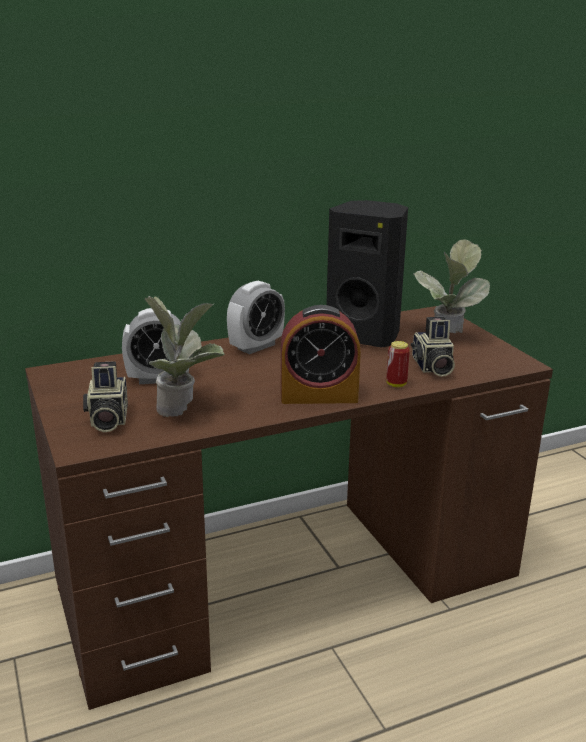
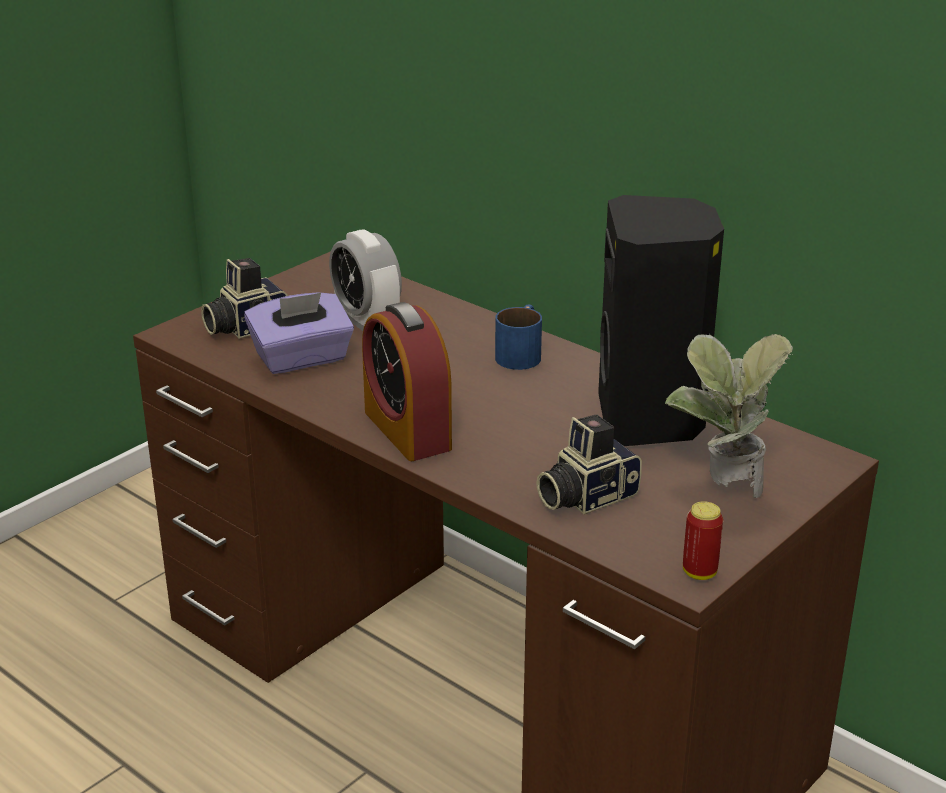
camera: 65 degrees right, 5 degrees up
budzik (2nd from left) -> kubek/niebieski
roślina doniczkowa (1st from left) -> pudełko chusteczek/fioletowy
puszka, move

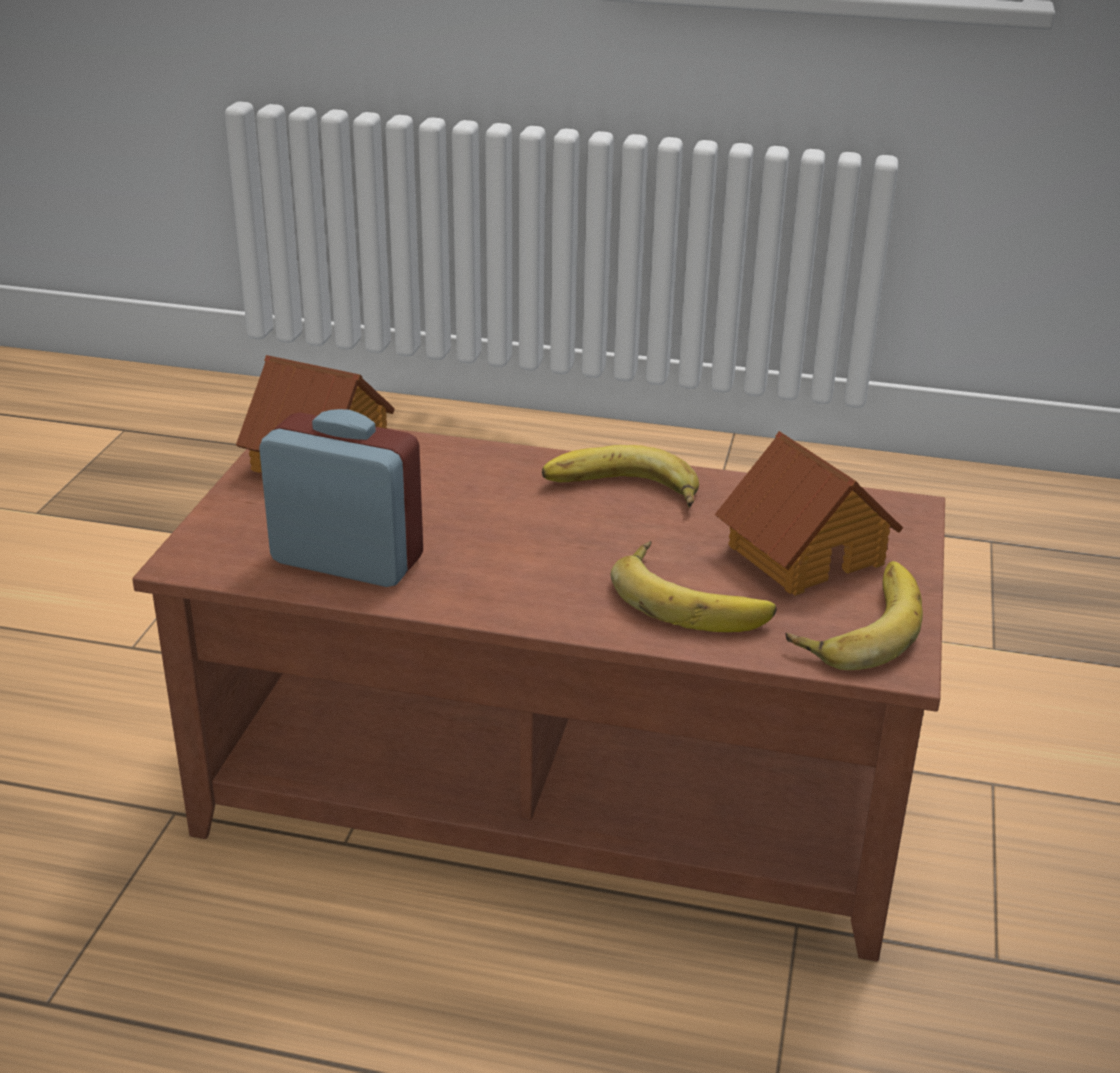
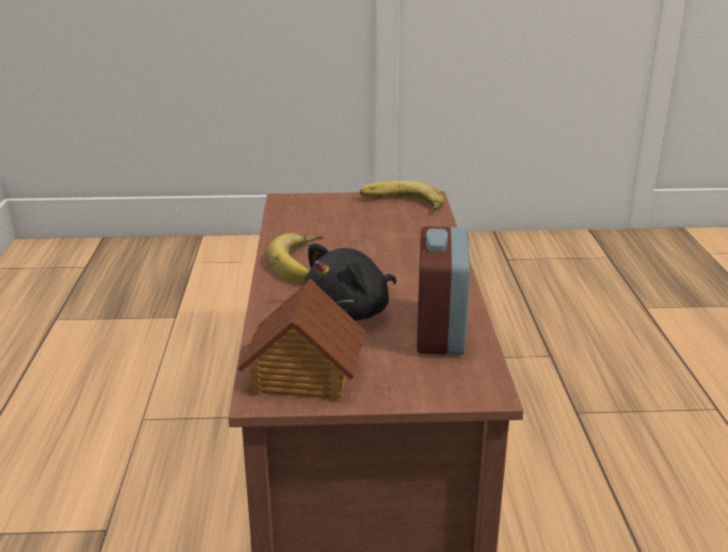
camera: 105 degrees left, 5 degrees down
domek (2nd from left) -> none
banan (2nd from left) -> none
none -> pluszak/czarny

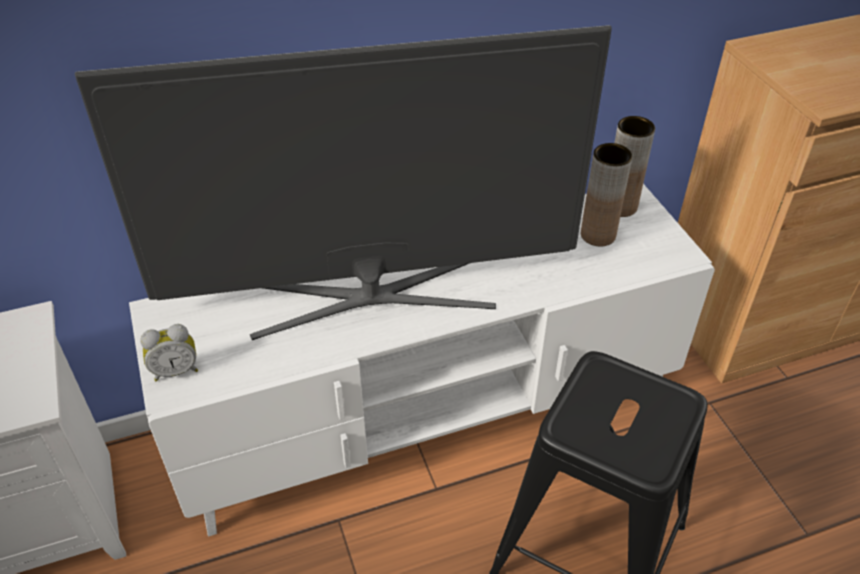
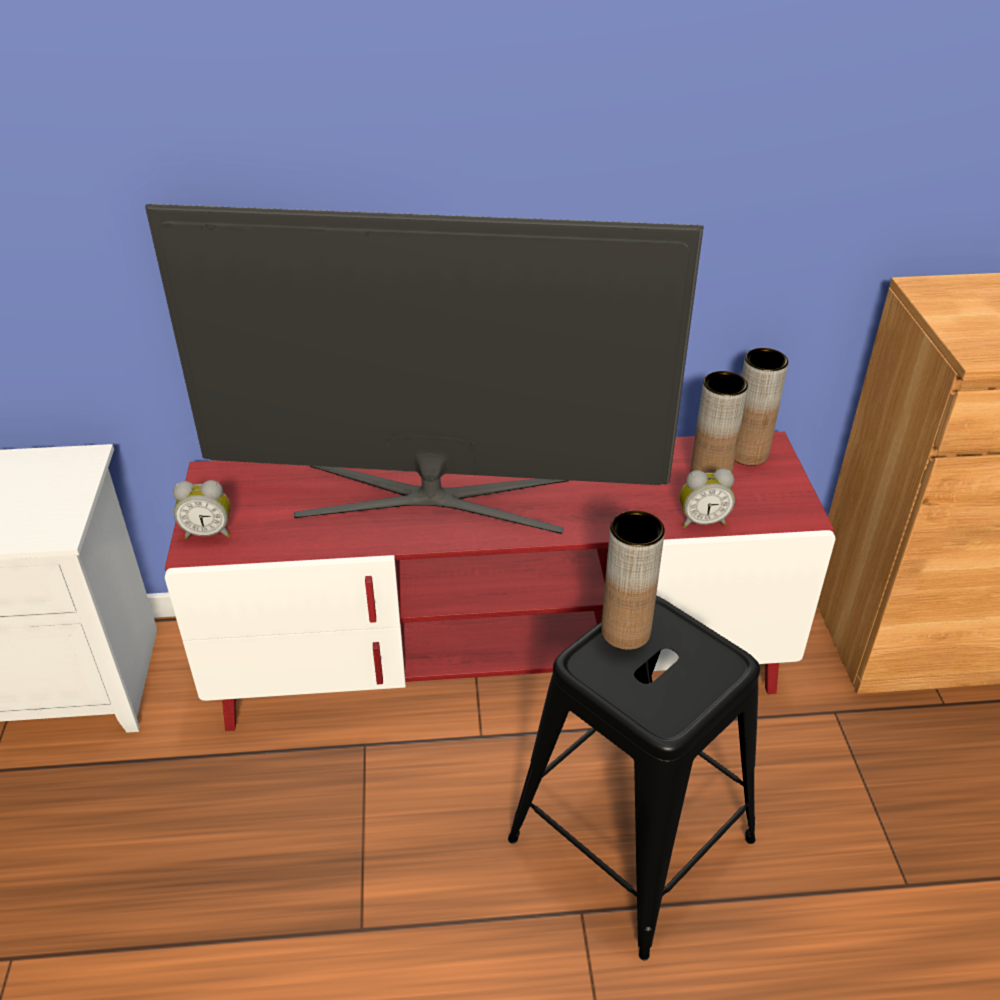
camera: 15 degrees right, 5 degrees down
szafka pod telewizor/biały -> szafka pod telewizor/czerwony
none -> budzik (2nd from left)
none -> wazon/brązowy (1st from left)

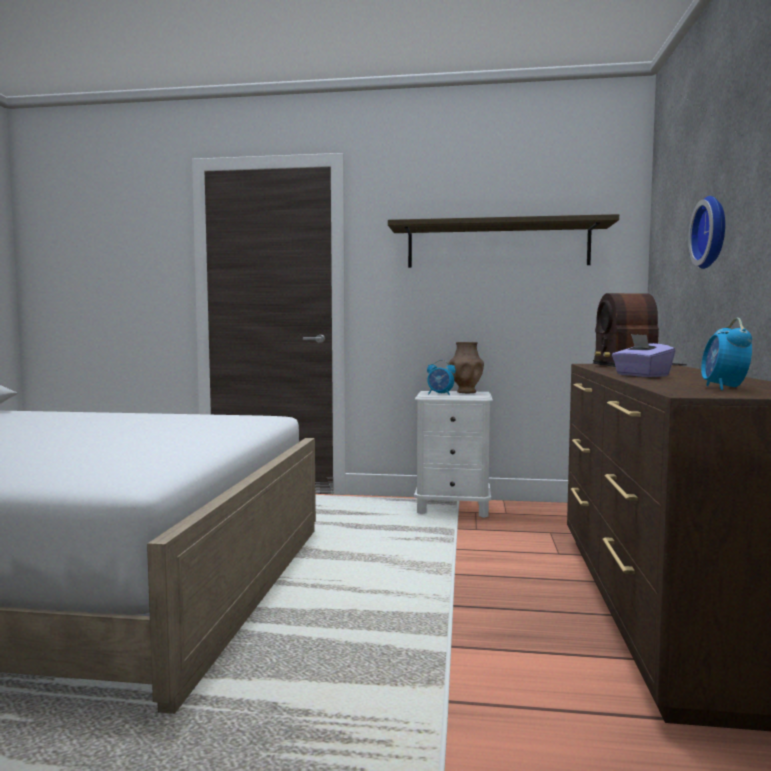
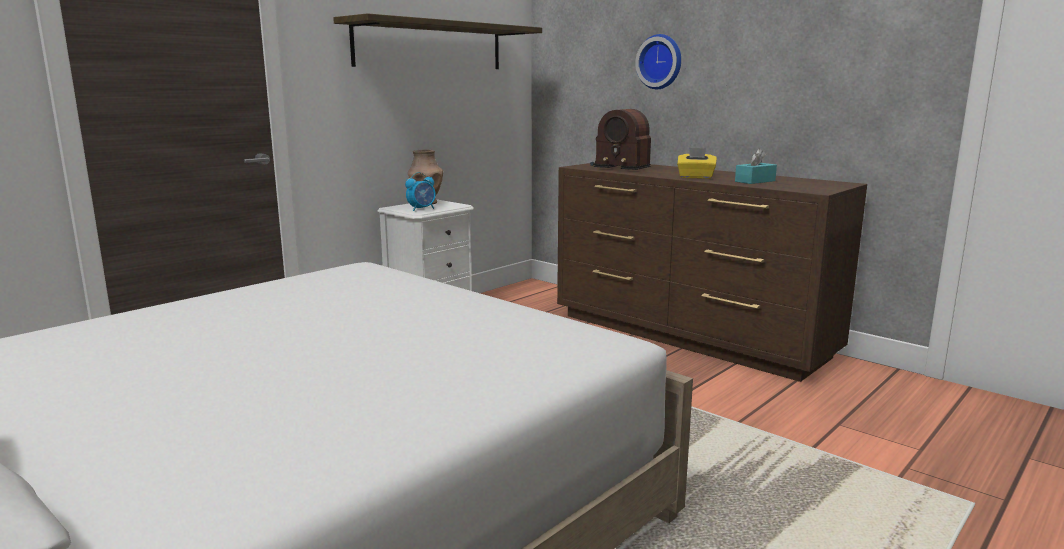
camera: 55 degrees left, 10 degrees up
budzik (2nd from left) -> none
pudełko chusteczek/fioletowy -> pudełko chusteczek/żółty
none -> pudełko chusteczek/turkusowy

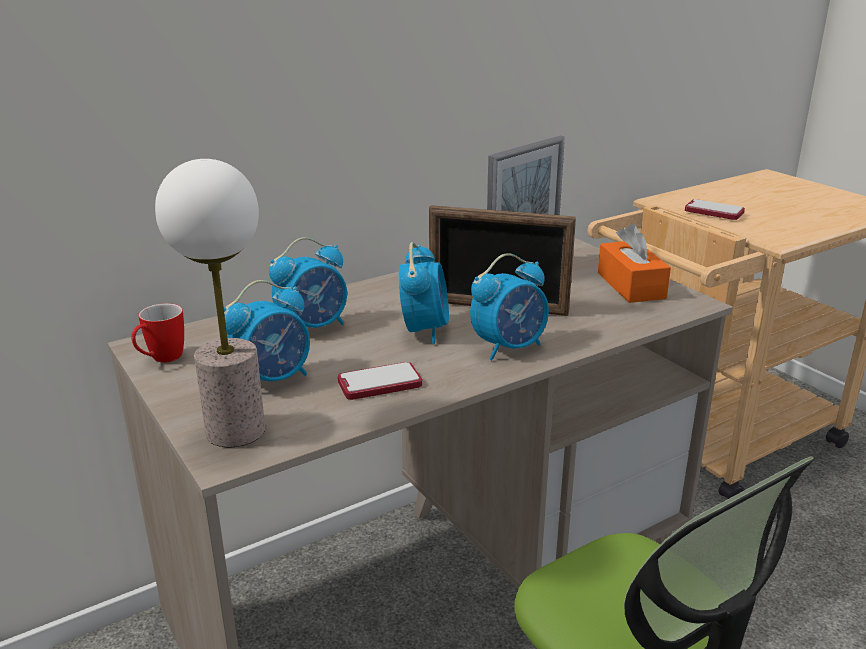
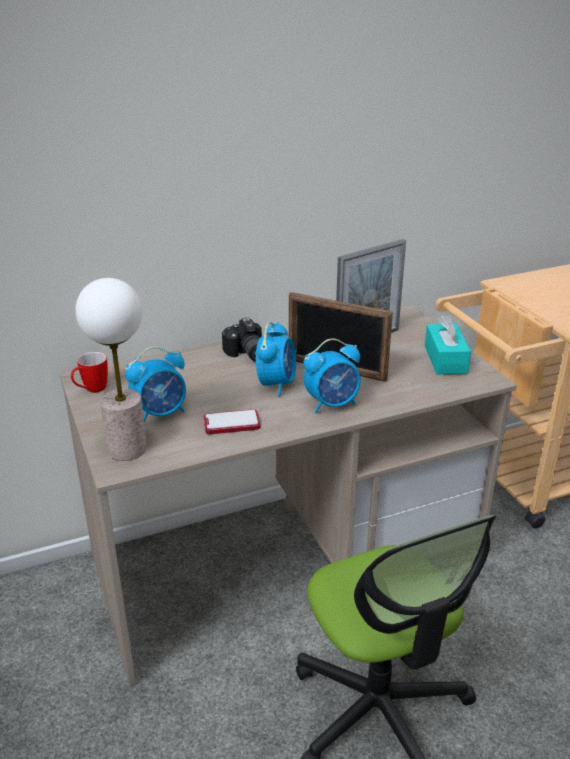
camera: 10 degrees right, 5 degrees up
telefon (2nd from left) -> none
pudełko chusteczek/pomarańczowy -> pudełko chusteczek/turkusowy
budzik (2nd from left) -> none
none -> aparat fotograficzny

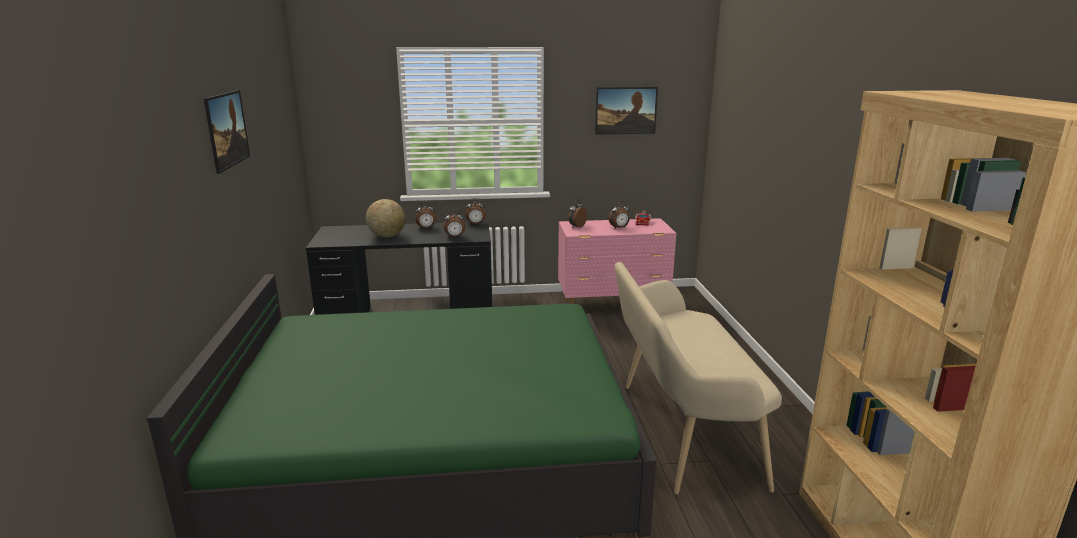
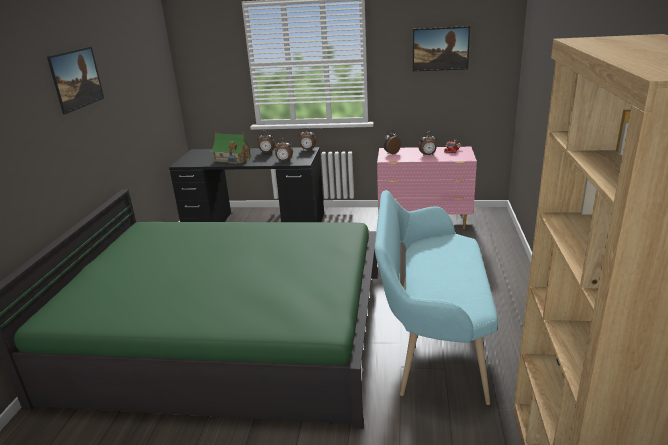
camera: 15 degrees right, 5 degrees up
globus -> domek
ławka/beżowy -> ławka/turkusowy

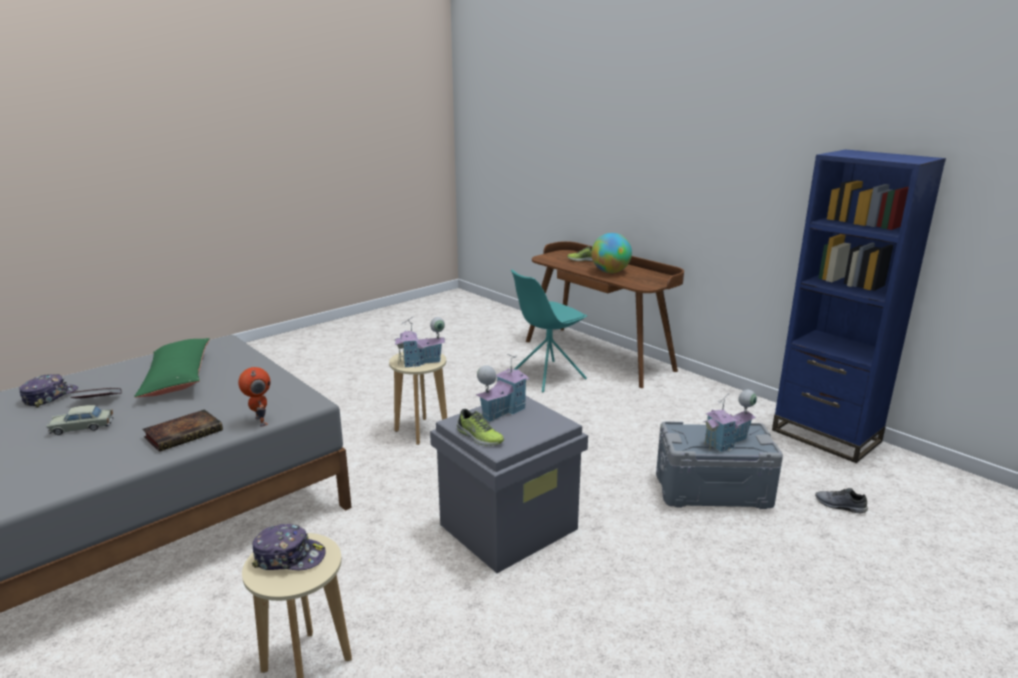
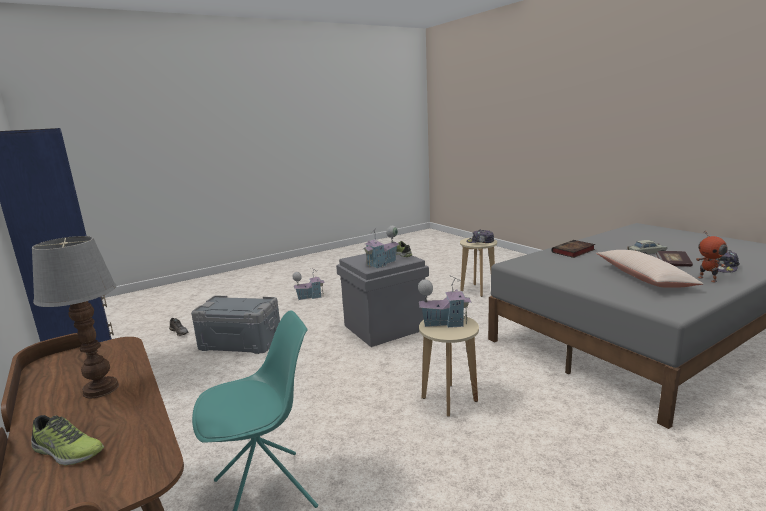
camera: 170 degrees left, 5 degrees down
globus -> lampa stołowa
poduszka/zielony -> poduszka/beżowy
robot zabawkowy, move
domek (3rd from left in the first image) -> domek (1st from left), move

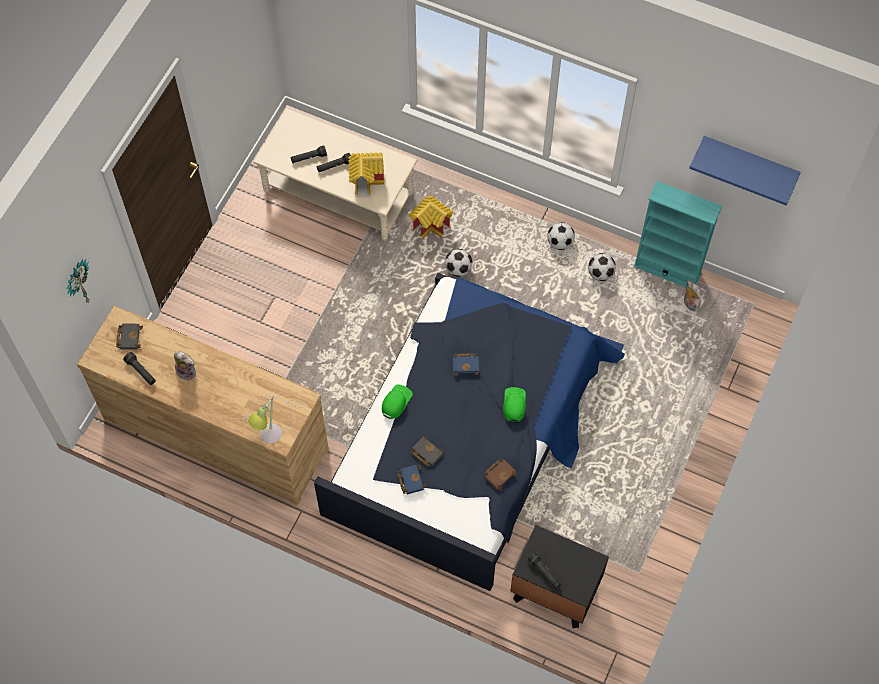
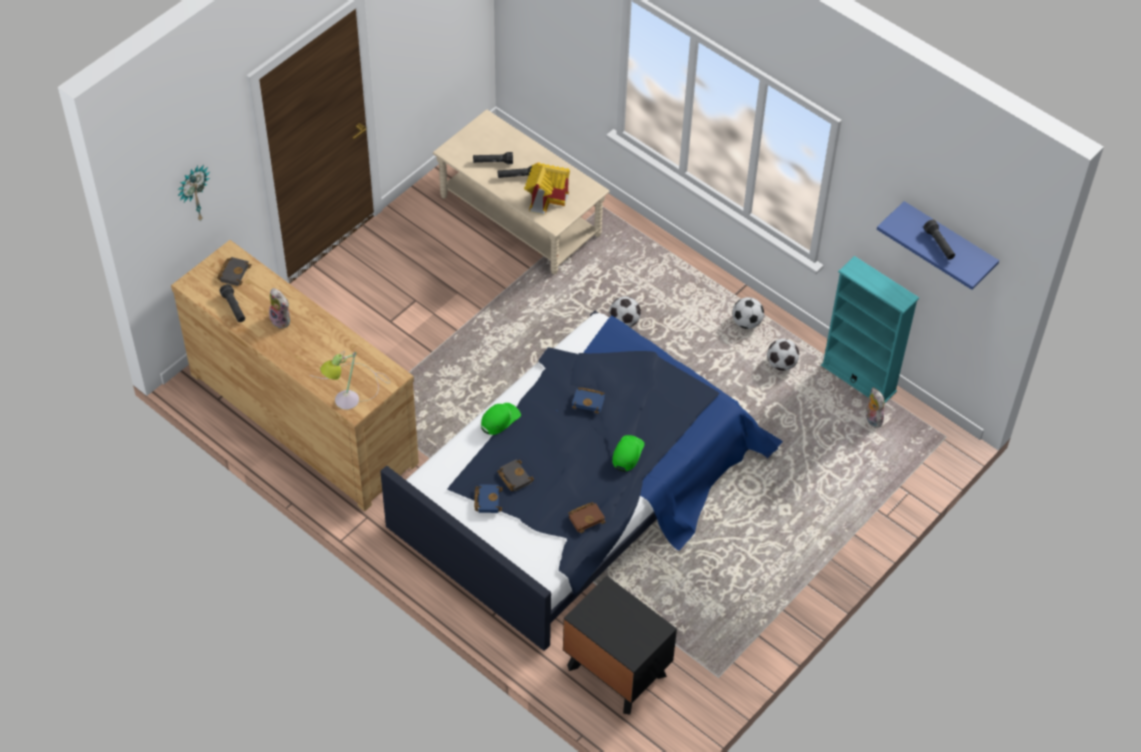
camera: 15 degrees right, 10 degrees down
domek (2nd from left) -> none
latarka/czarny (4th from left), move

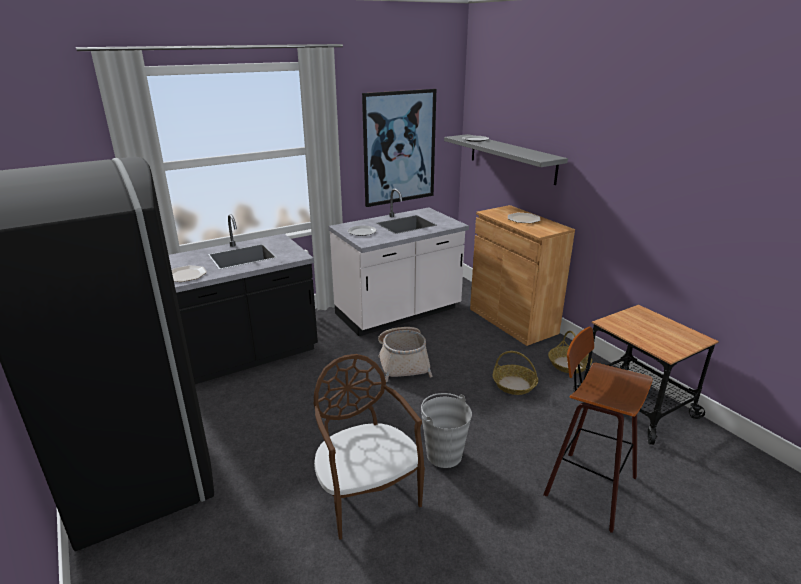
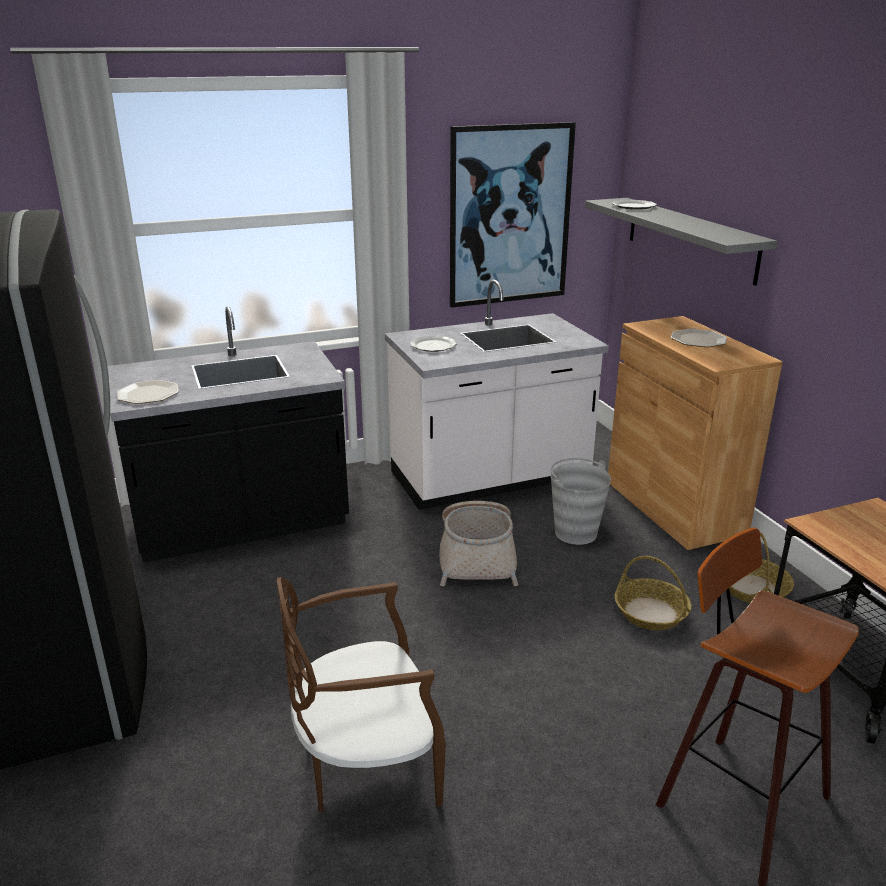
camera: 10 degrees right, 0 degrees up
krzesło/brązowy, 90 degrees counterclockwise
wiadro/szary, move

